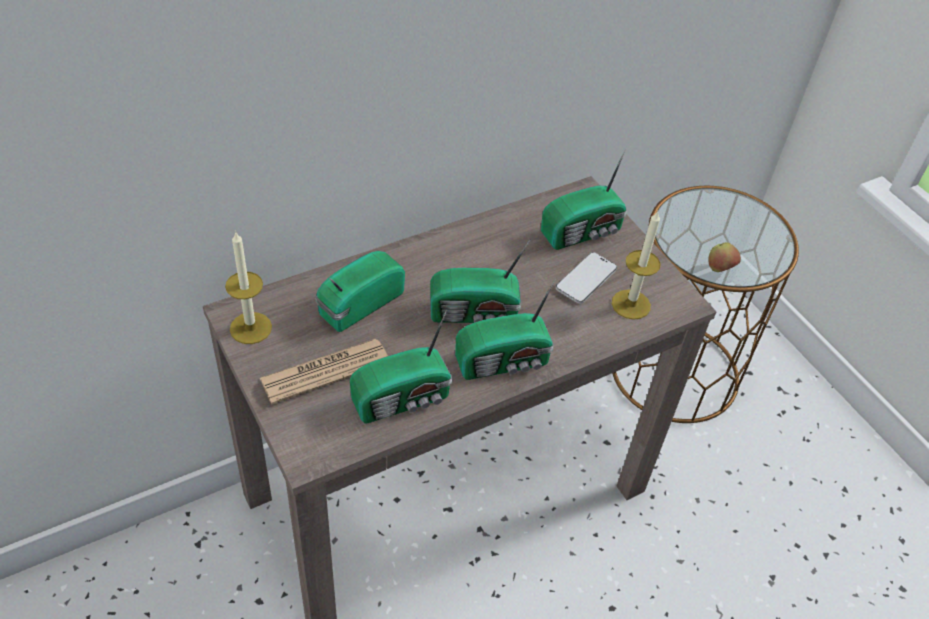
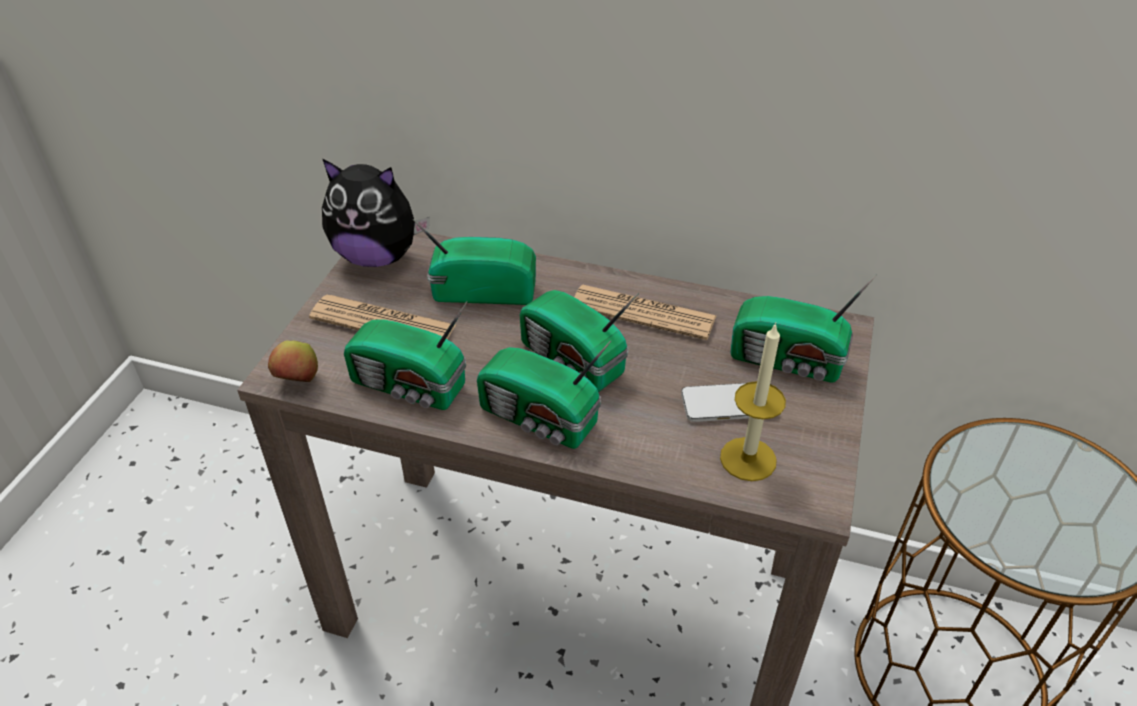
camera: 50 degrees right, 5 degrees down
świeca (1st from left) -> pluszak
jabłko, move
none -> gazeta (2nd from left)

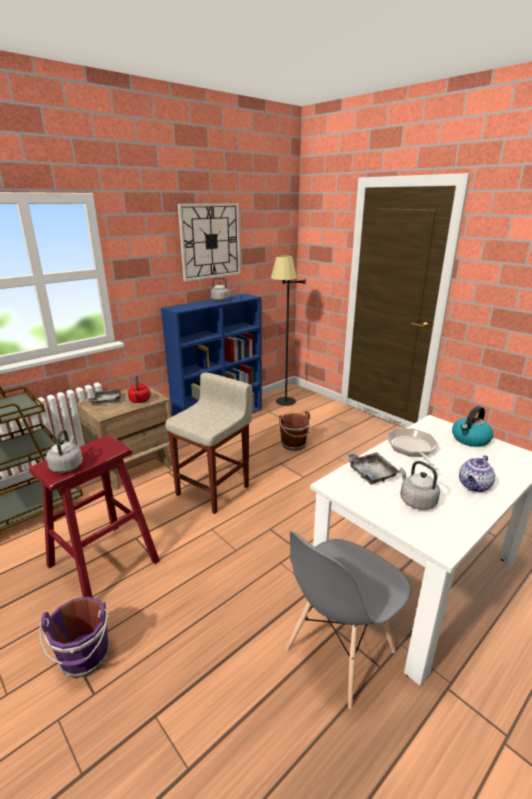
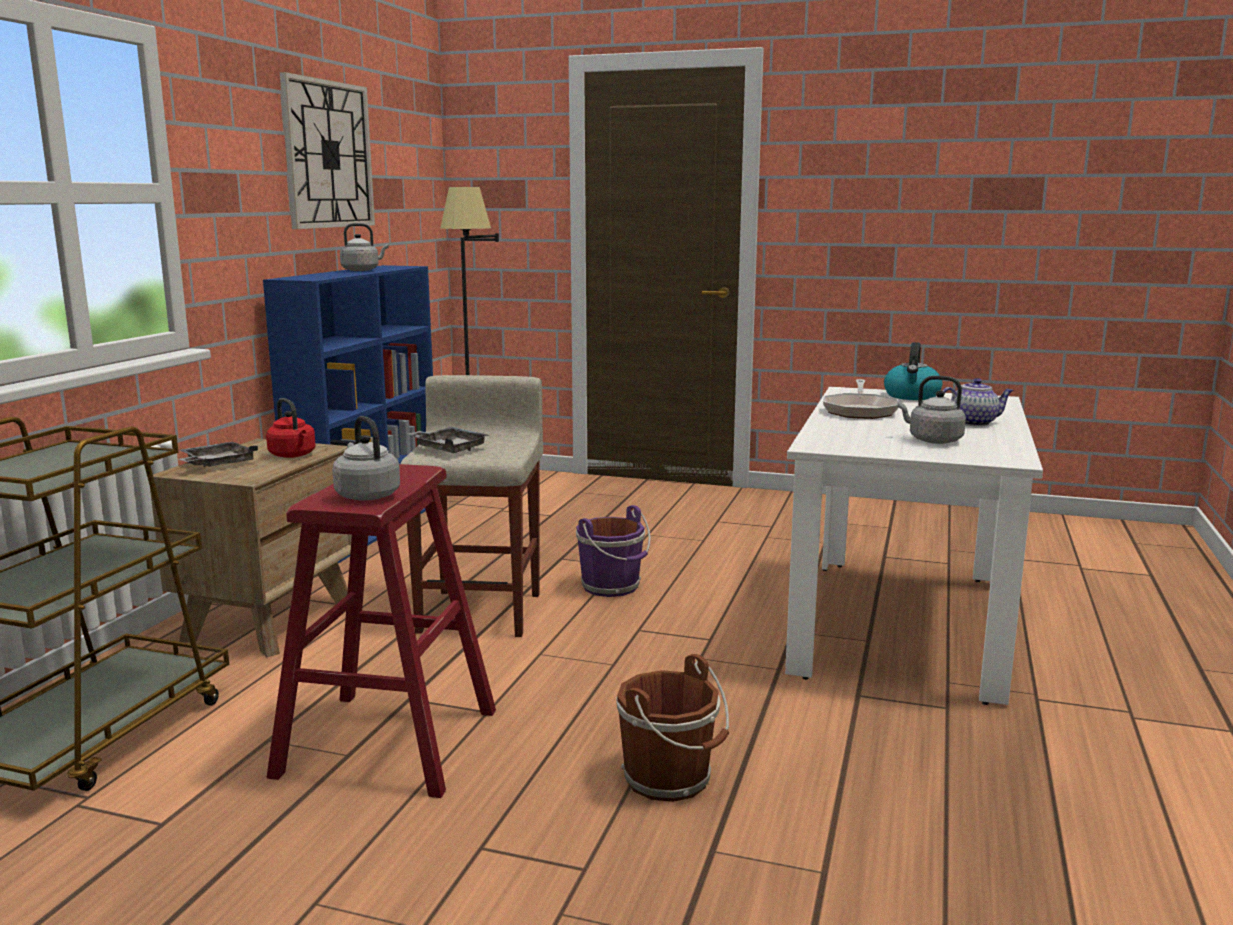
camera: 30 degrees left, 10 degrees down
wiadro/brązowy, move
patelnia, 135 degrees counterclockwise
taca/szary (2nd from left), move
imbryk, 105 degrees counterclockwise
krzesło/szary -> none
wiadro/fioletowy, move

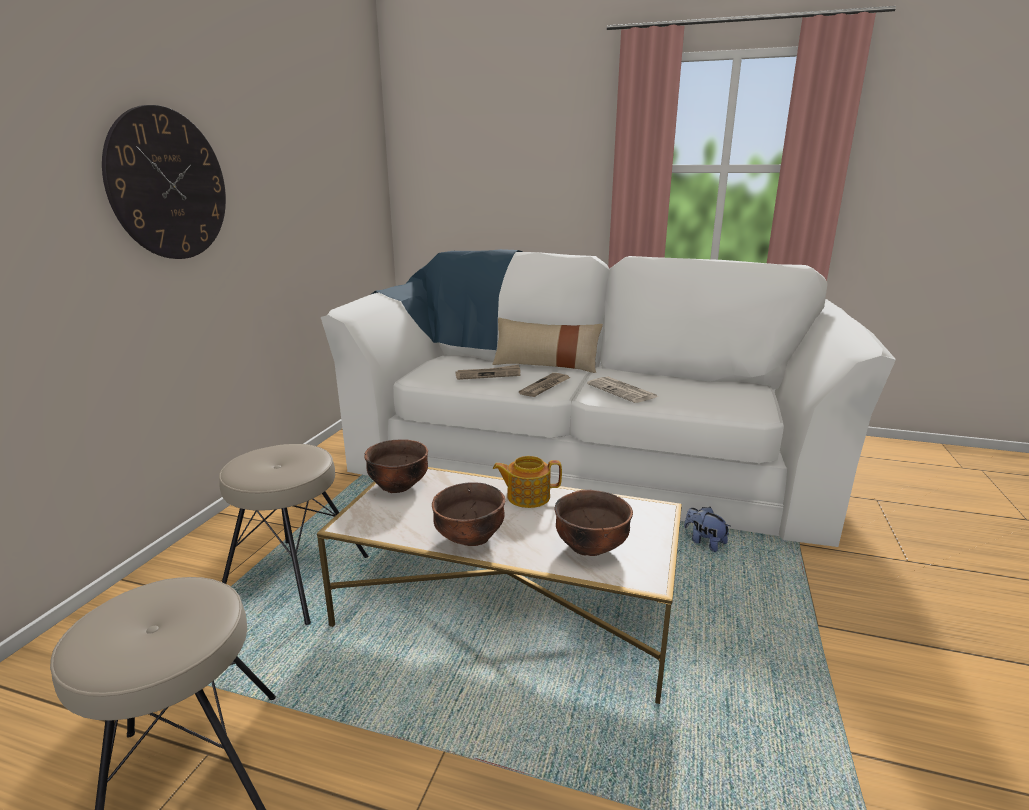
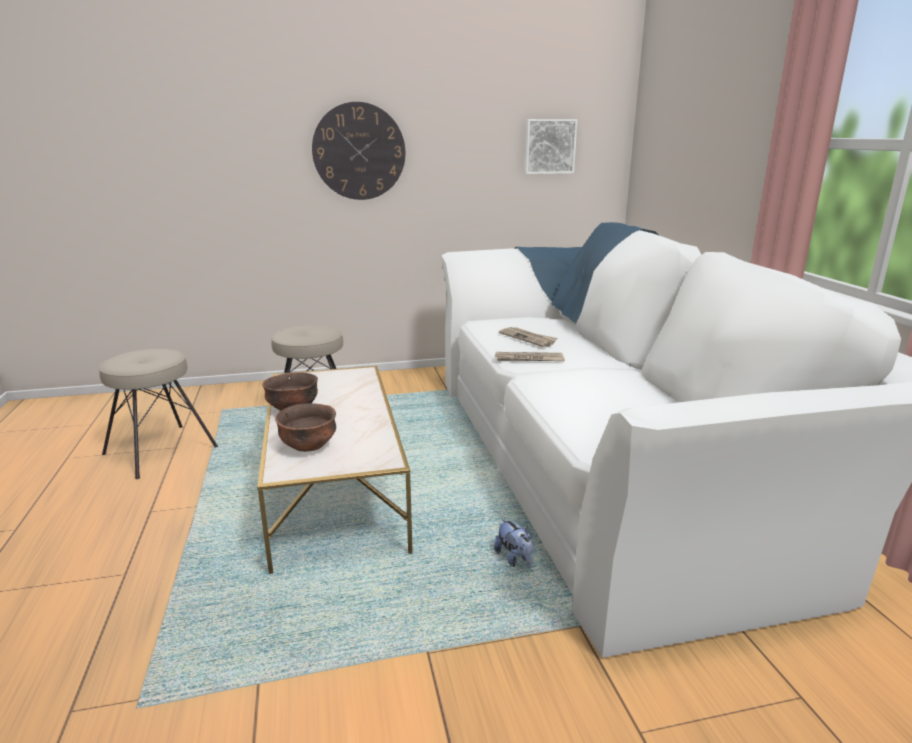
camera: 60 degrees right, 0 degrees up
poduszka/beżowy -> none
gazeta (3rd from left) -> none
miska/brązowy (1st from left) -> none
imbryk -> none
pluszak, 135 degrees clockwise
none -> obraz

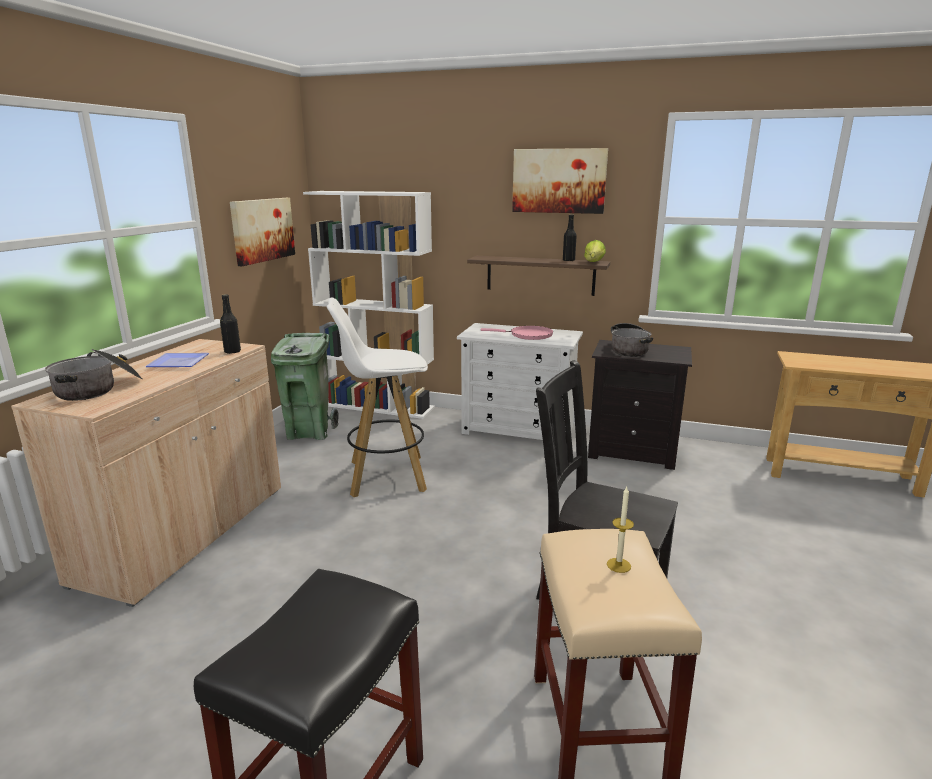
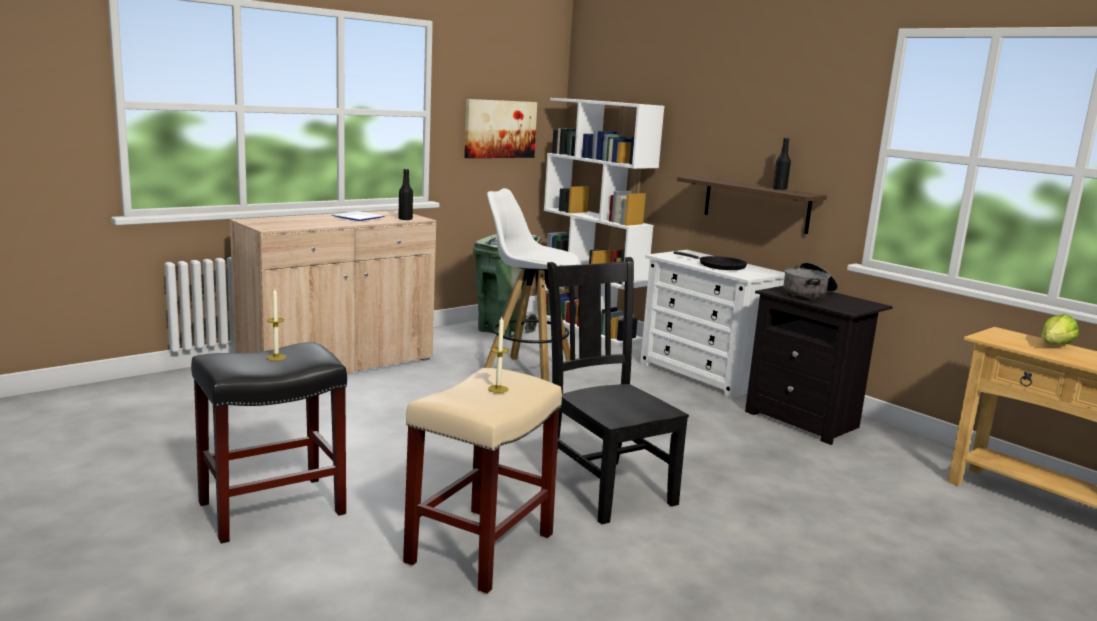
camera: 30 degrees right, 5 degrees down
obraz (2nd from left) -> none
sałata, move
patelnia/różowy -> patelnia/czarny
garnek (1st from left) -> none
none -> świeca (1st from left)

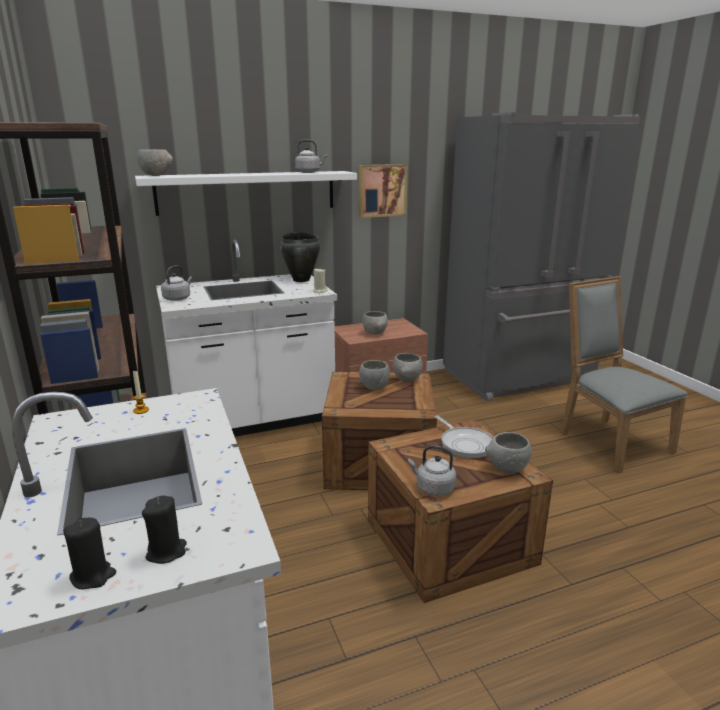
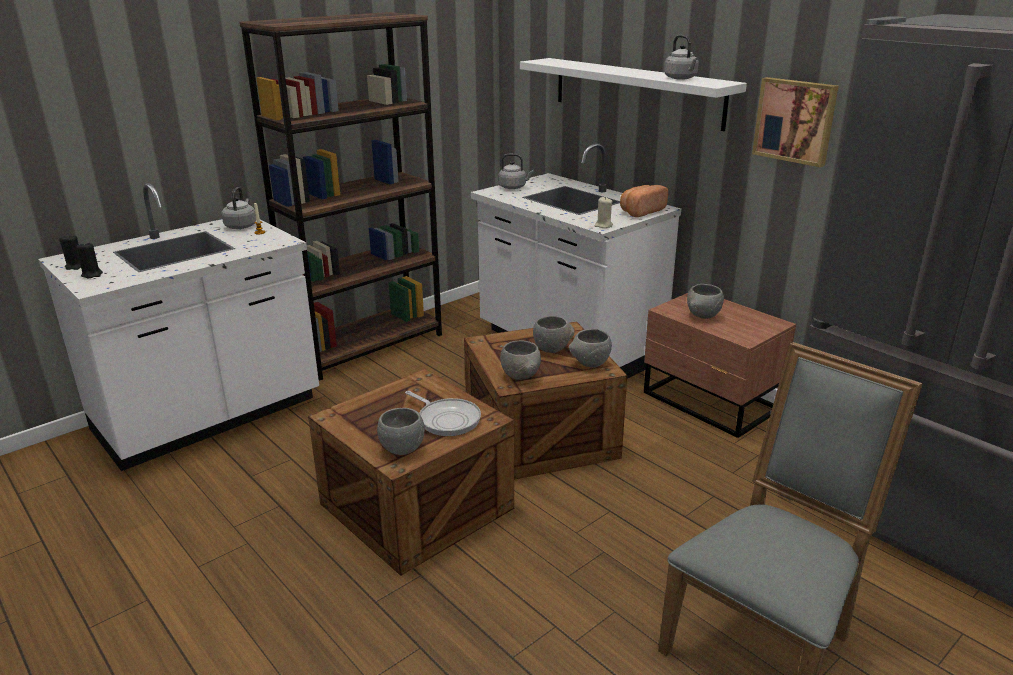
camera: 70 degrees right, 5 degrees up
miska/szary (1st from left in the first image) -> miska/szary (2nd from left), move
garnek/czarny -> chleb
patelnia, 90 degrees counterclockwise
czajnik/szary (3rd from left in the first image) -> czajnik/szary (1st from left), move

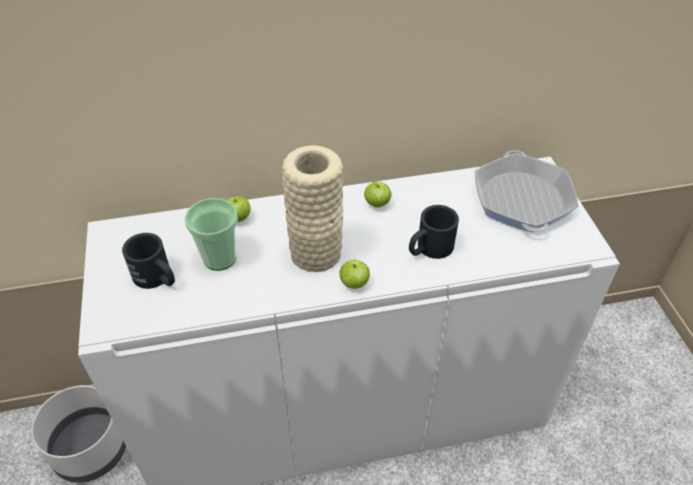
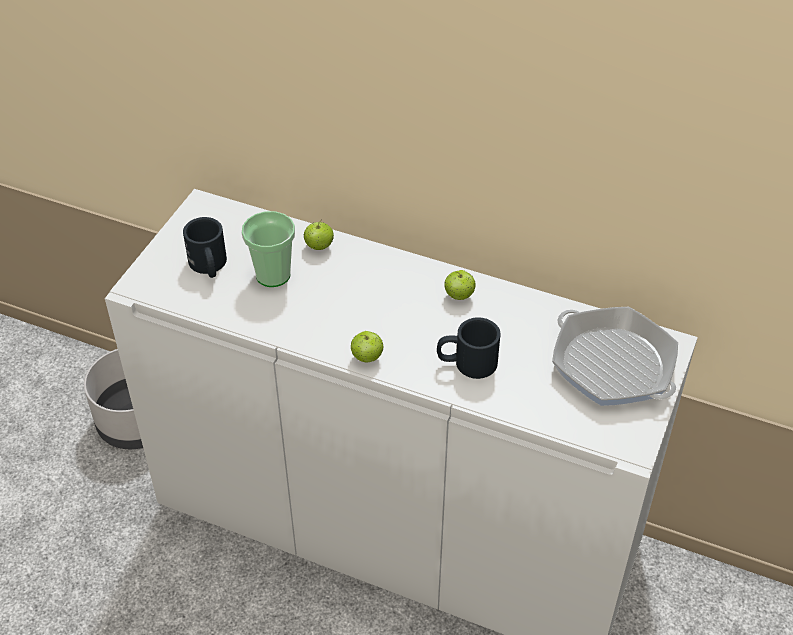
camera: 35 degrees right, 0 degrees up
wazon/beżowy -> none
patelnia, 105 degrees clockwise

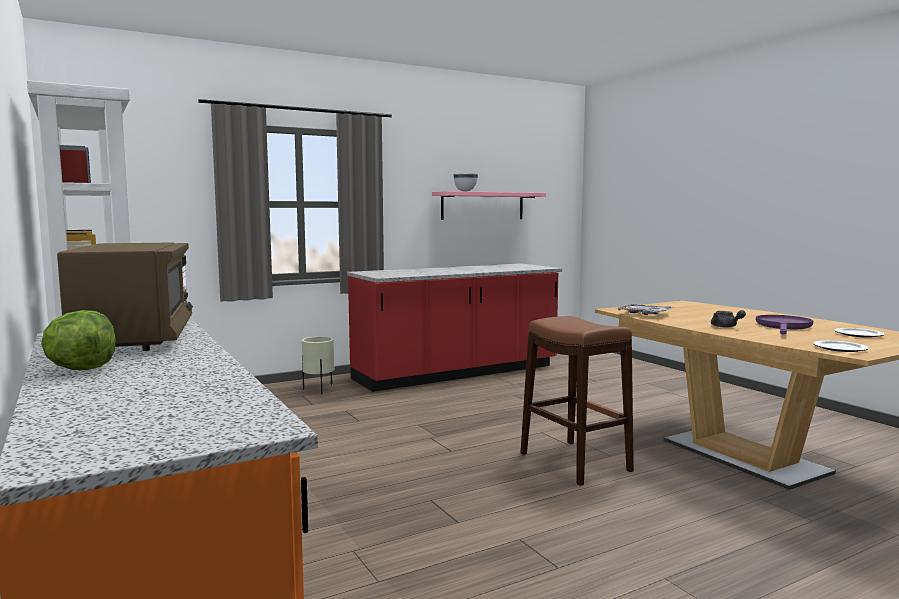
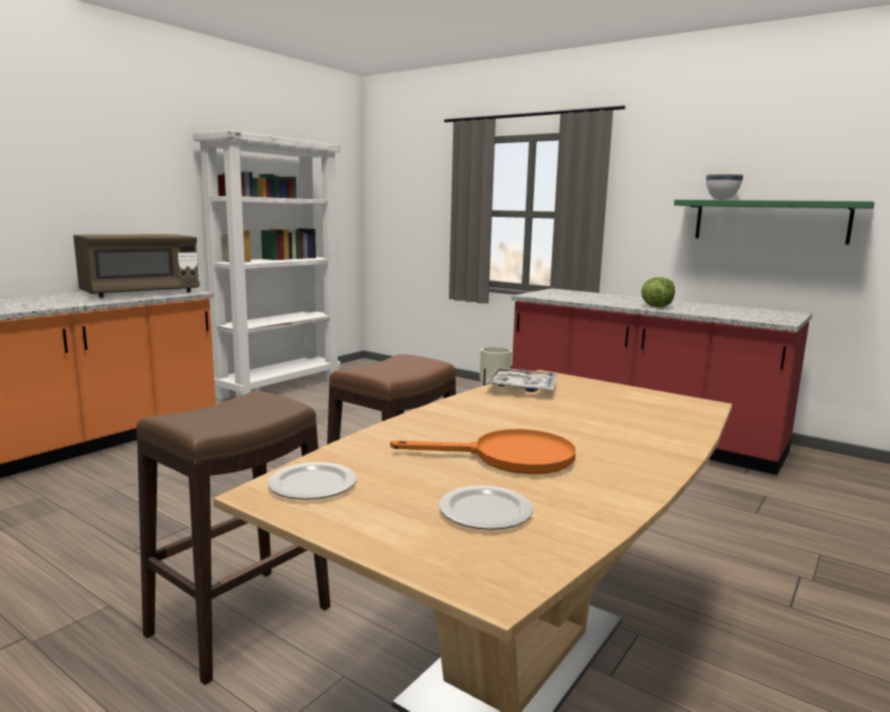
camera: 65 degrees right, 5 degrees up
półka/różowy -> półka/zielony
sałata, move
imbryk/szary -> none
patelnia/fioletowy -> patelnia/pomarańczowy
none -> stołek/brązowy (1st from left)

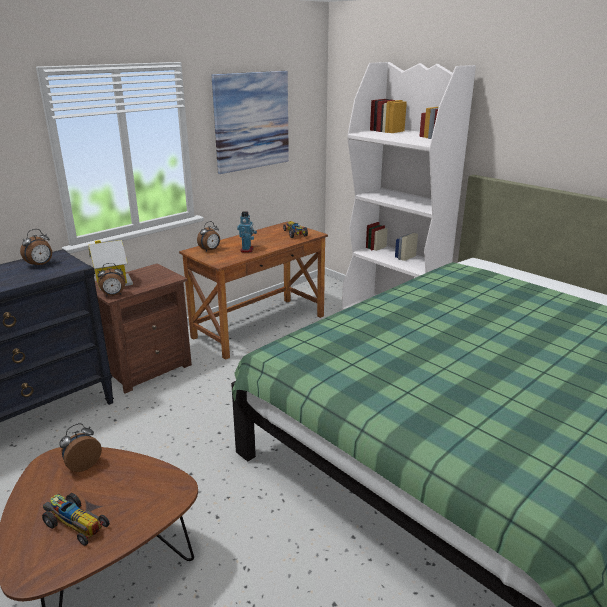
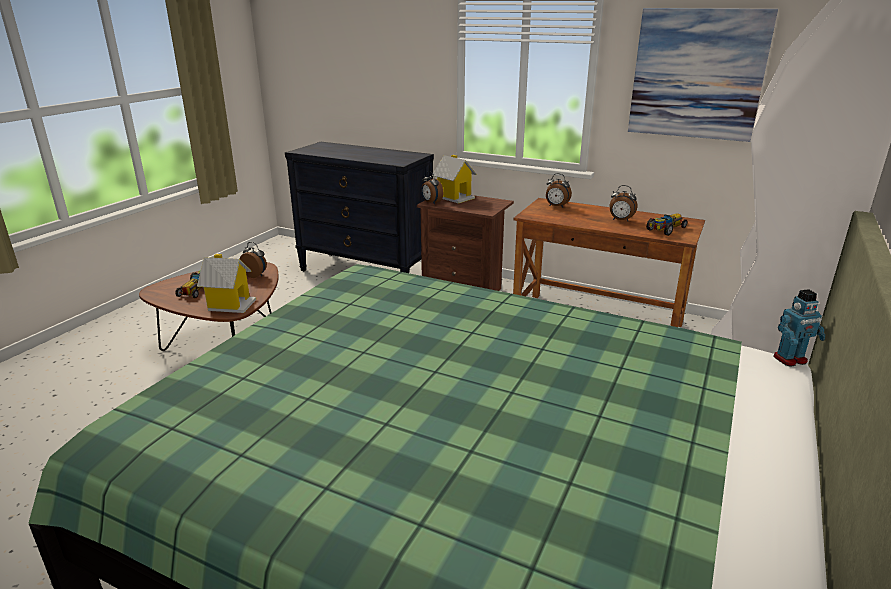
camera: 70 degrees right, 0 degrees up
robot zabawkowy, move
budzik (1st from left in the first image) -> budzik (4th from left), move
none -> domek (1st from left)

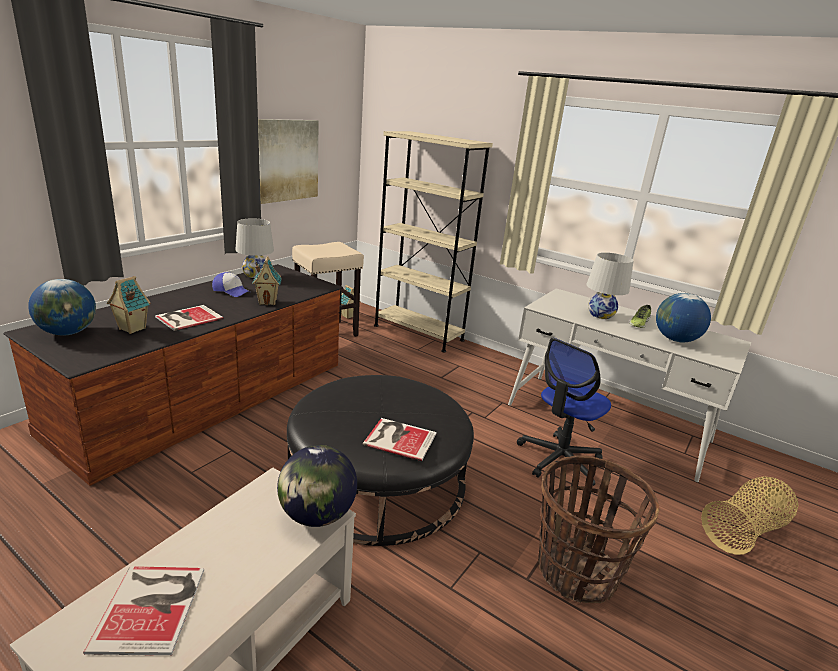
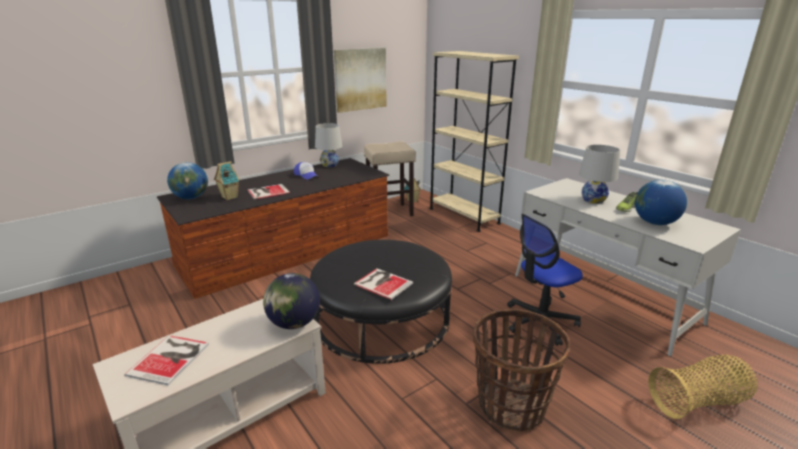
camera: 20 degrees right, 0 degrees up
domek (2nd from left) -> none

